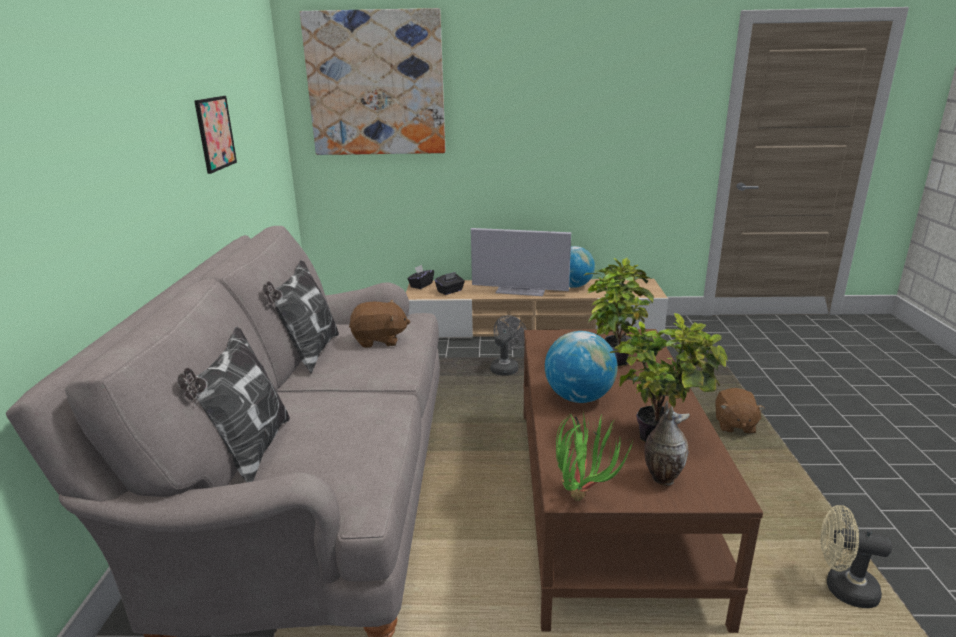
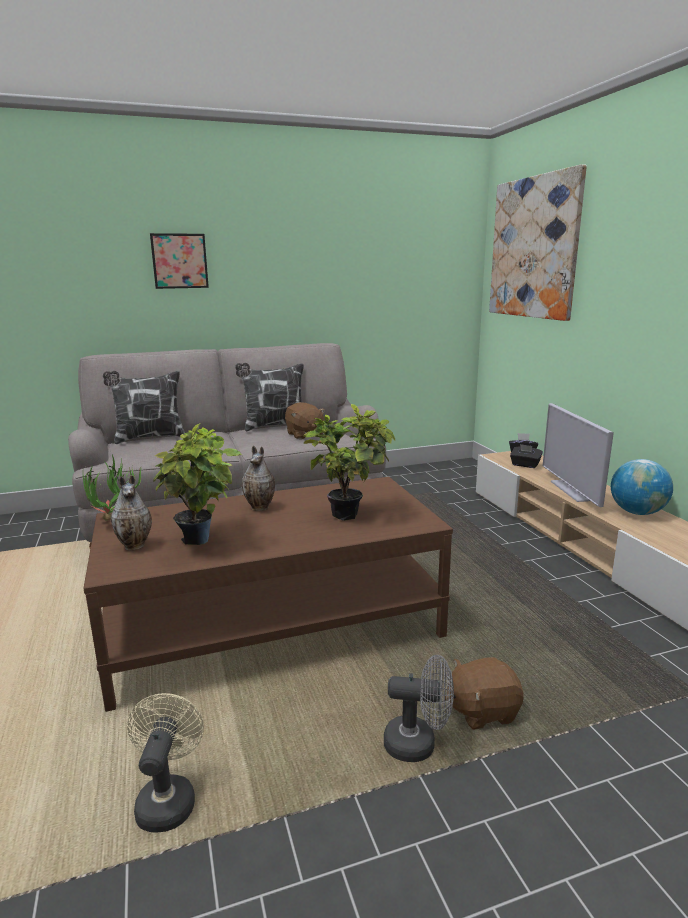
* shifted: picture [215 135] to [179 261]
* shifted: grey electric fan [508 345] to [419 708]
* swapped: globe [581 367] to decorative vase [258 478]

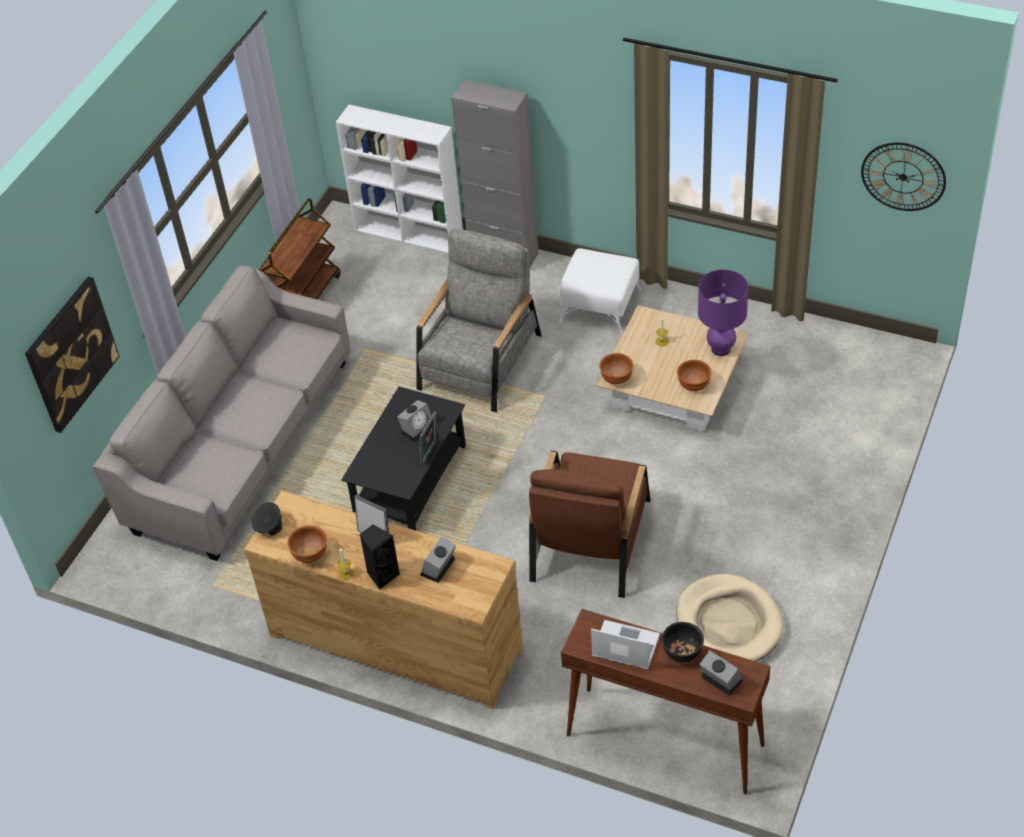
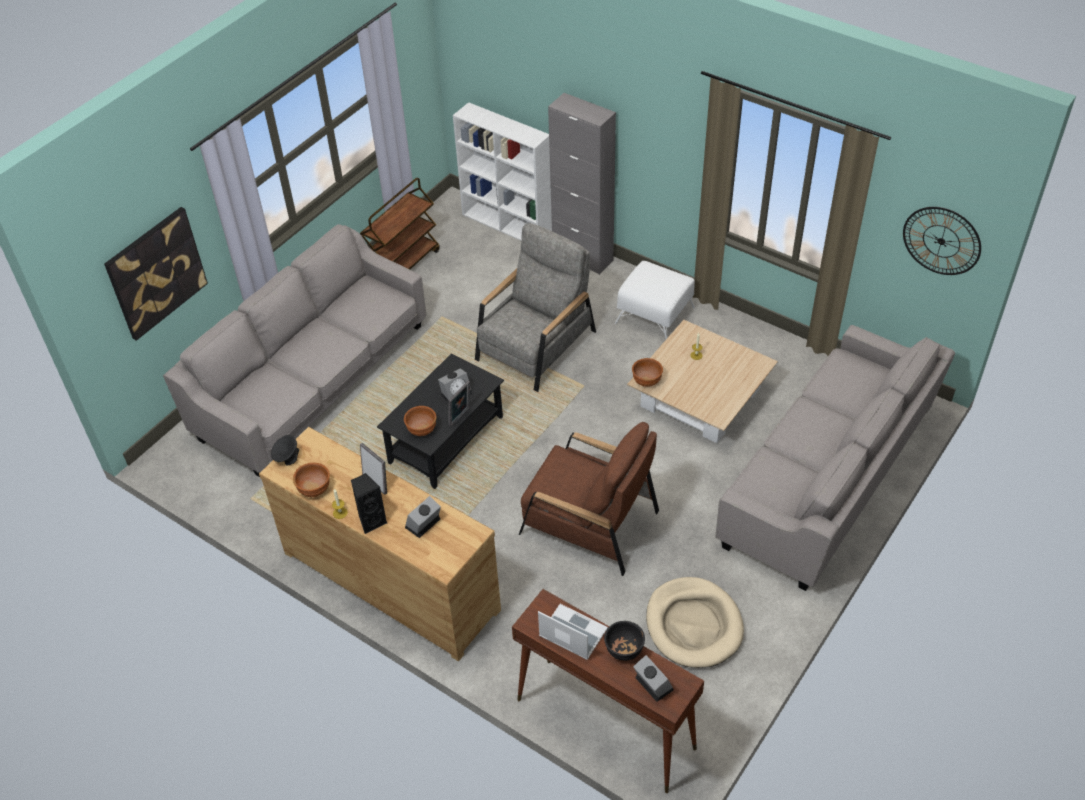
* rotated: brown lounge chair [589 524] = [589 499] 90 degrees counterclockwise
* shifted: brown deep dish [694 375] to [420 421]
* gone: purple tabletop lamp [723 312]
* new: grey settee [835 458]

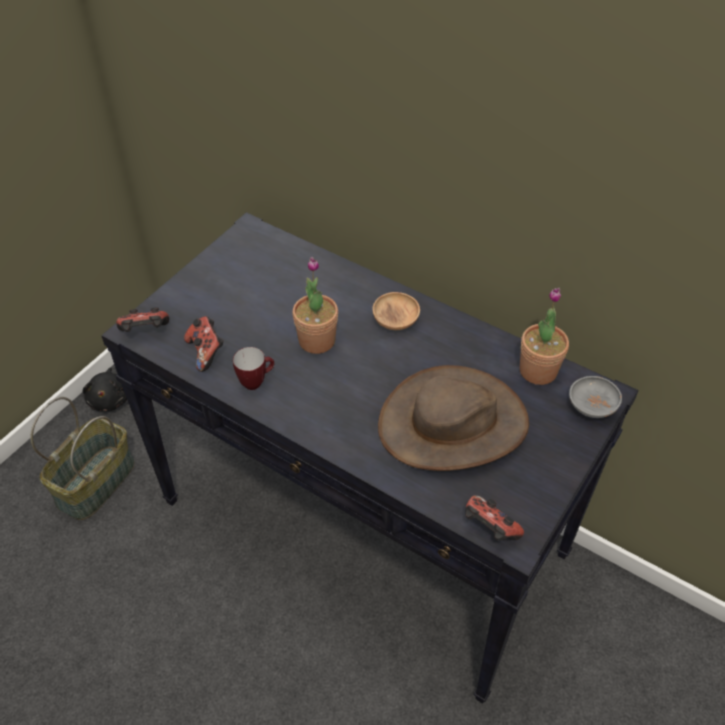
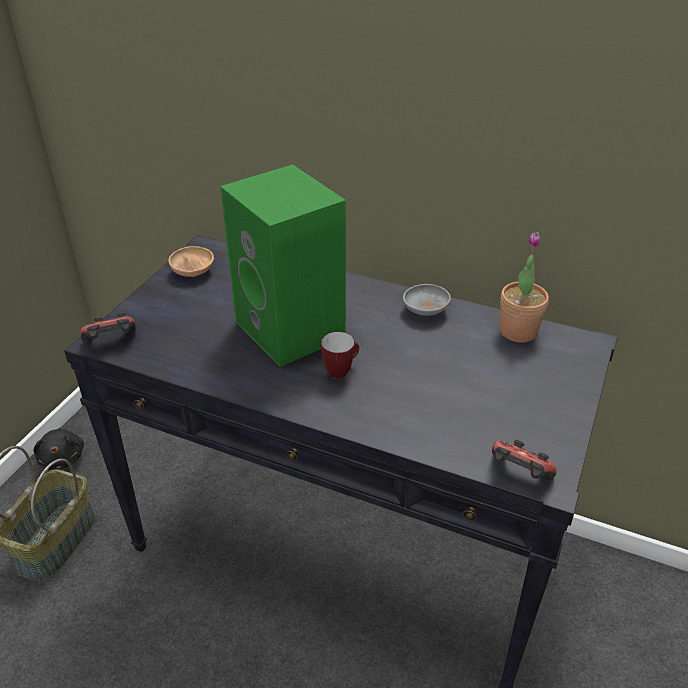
* gone: joypad [204 344]
* shifted: coffee mug [253 368] to [340 355]
* swapped: plant in a pot [315 305] to green speaker [283 265]
* shifted: brown deep dish [396 311] to [191 261]
* gone: brown wearable hat [453 418]
* shifted: grey deep dish [595 397] to [427 300]

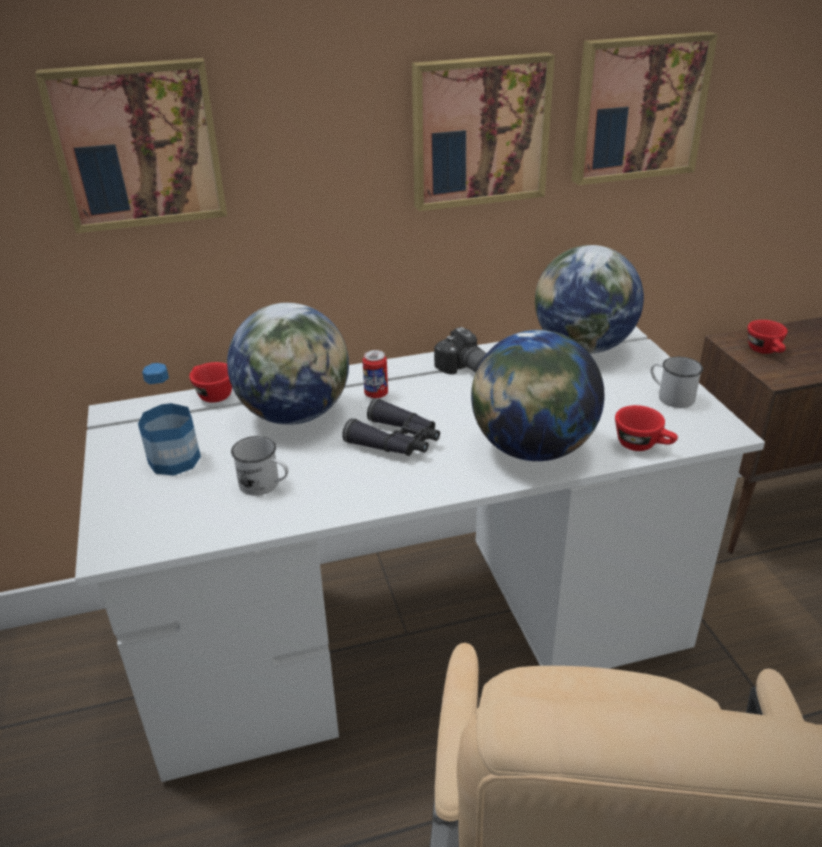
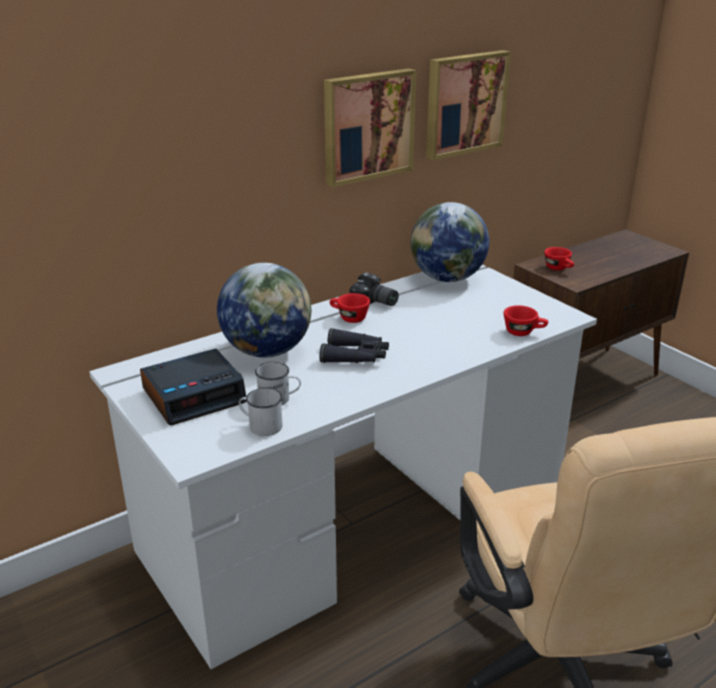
* gone: picture [131 145]
* swapped: bottle [169 419] to alarm clock [193 386]
* shifted: red drinking cup [210 382] to [350 308]
* gone: sealed can [375 374]
* gone: globe [538 395]
* shifted: white-coloured coffee mug [677 382] to [260 412]

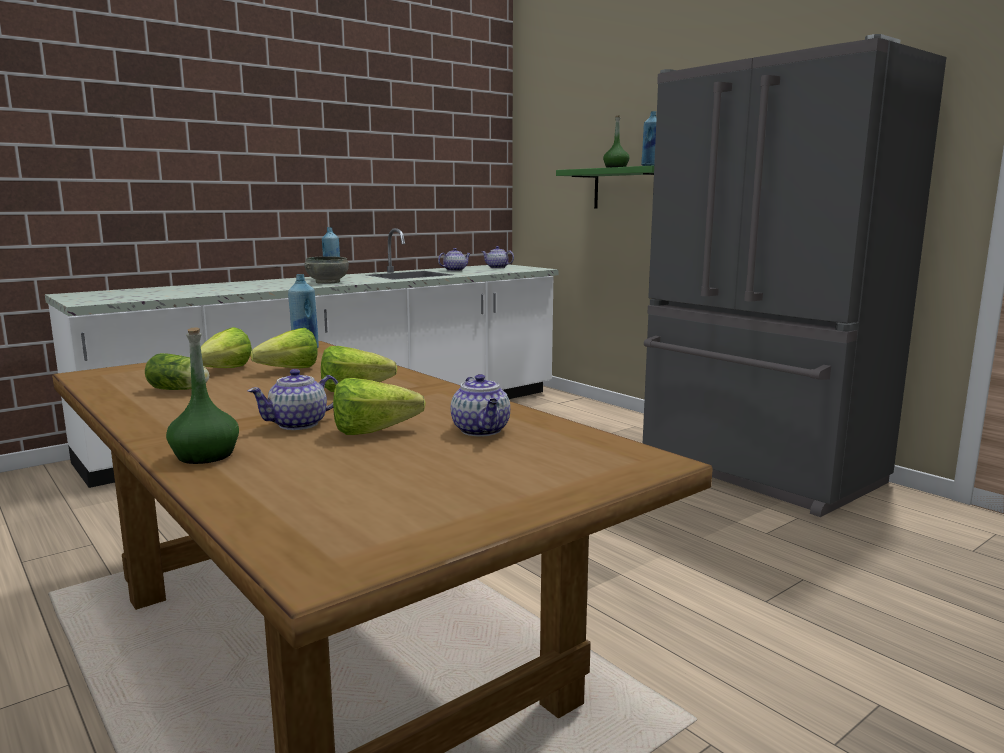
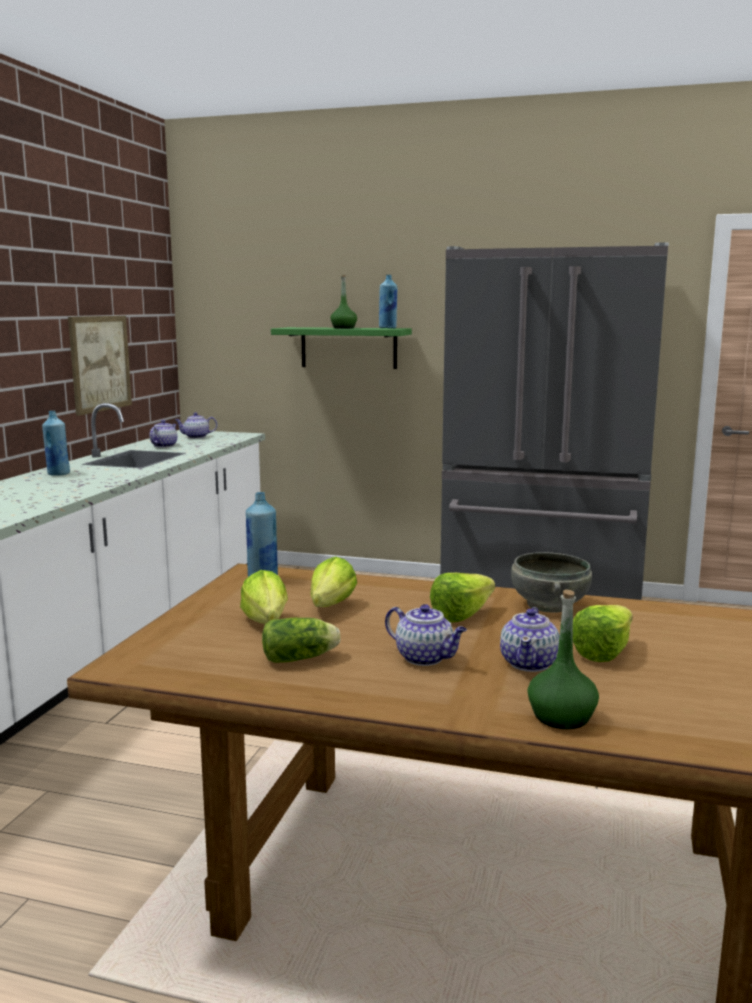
* shifted: grey deep dish [326 270] to [551 582]
* shifted: teapot [480 405] to [426 635]
* new: picture [100 366]

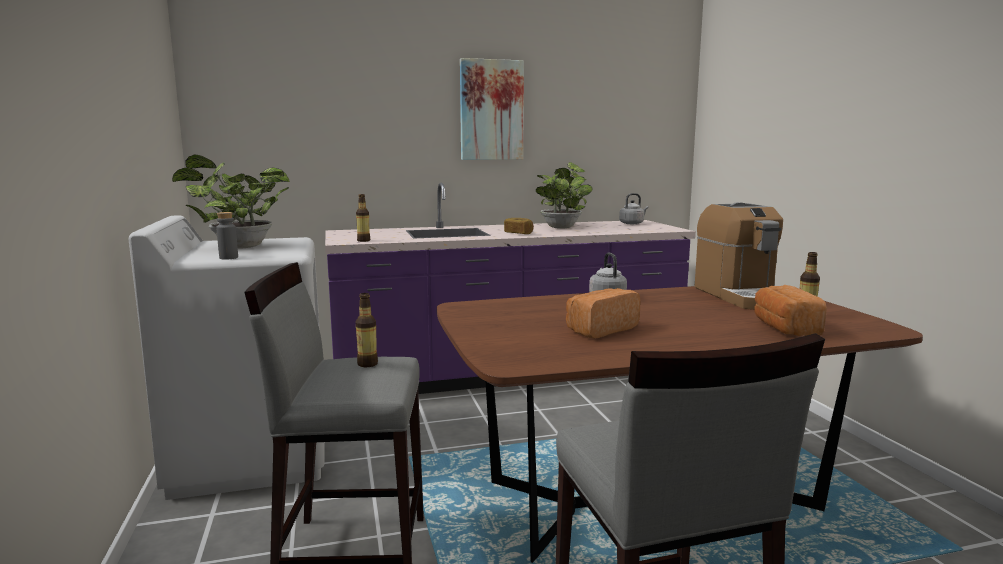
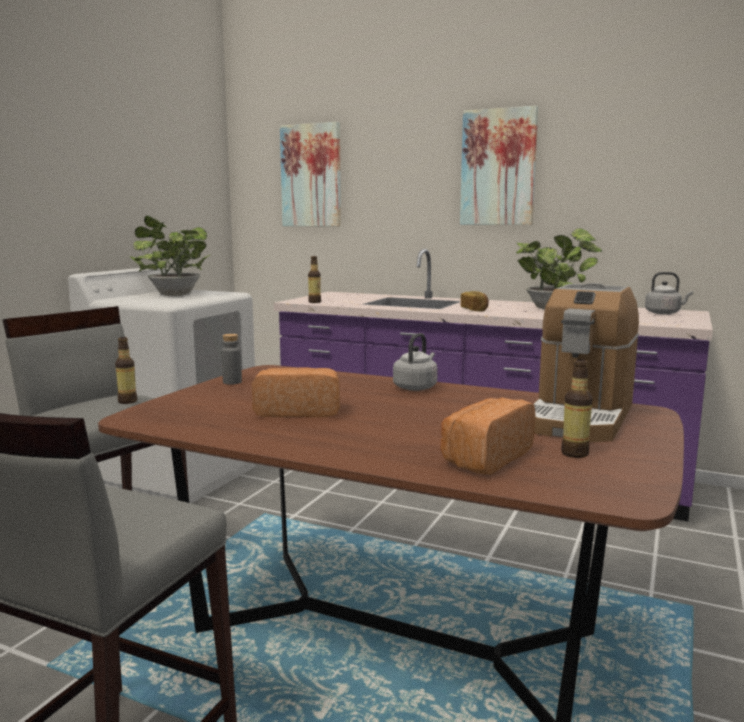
* shifted: grey bottle [227 236] to [231 359]
* new: picture [310 174]

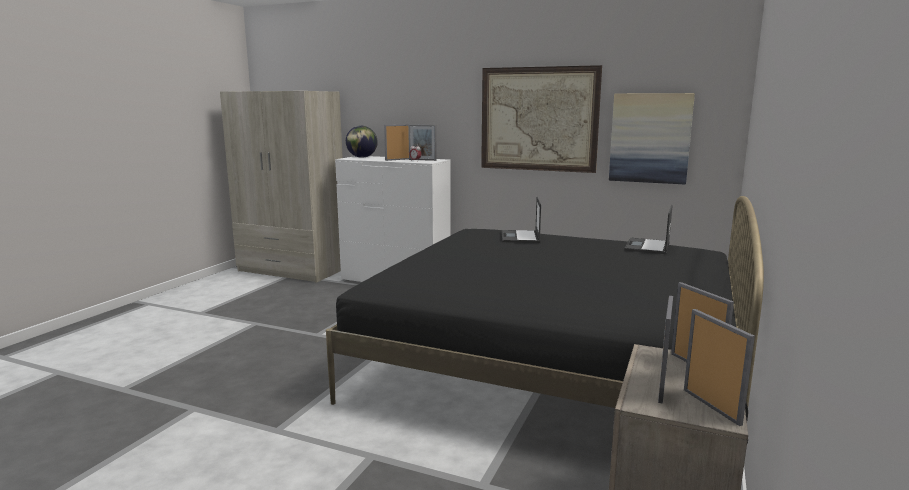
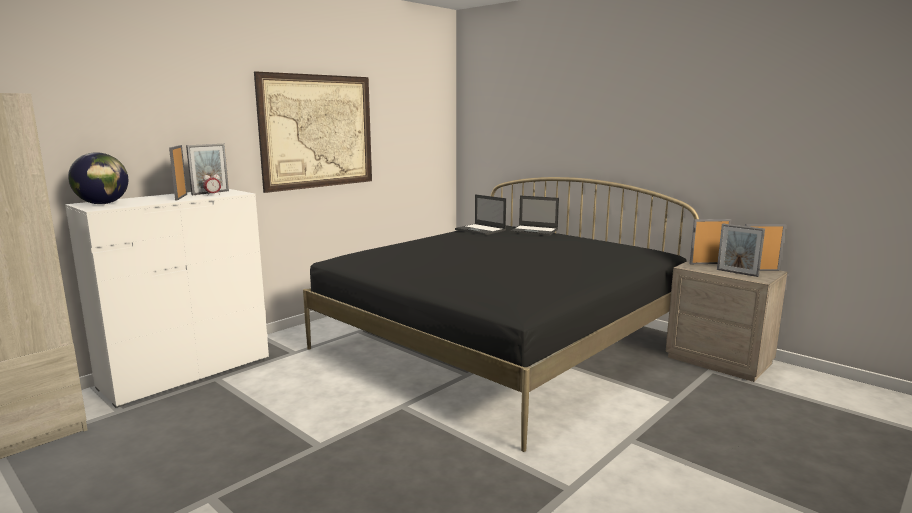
* shifted: notebook computer [521 220] to [534 216]
* gone: picture [652 138]

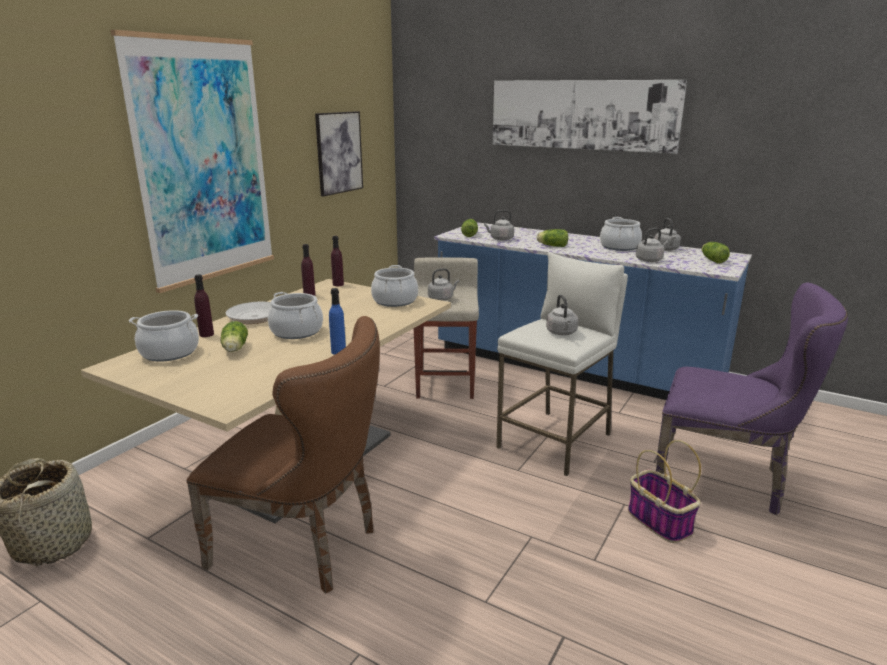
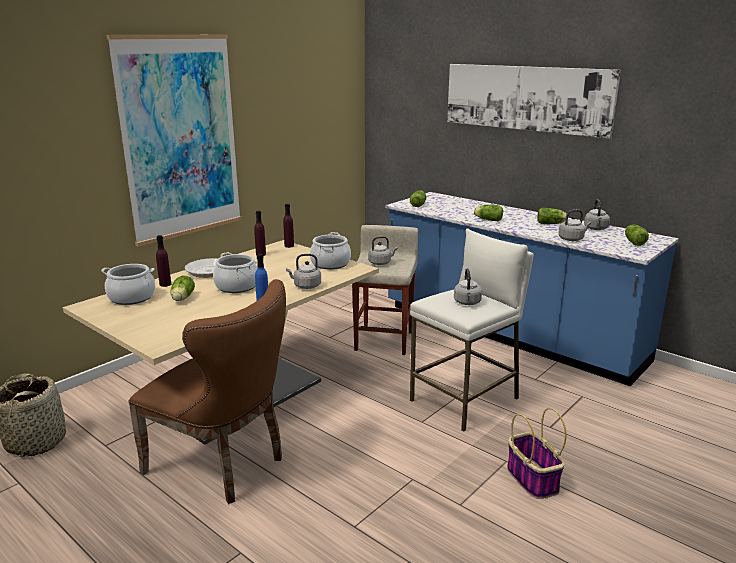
* gone: picture [339 154]
* shifted: grey water kettle [499 225] to [303 271]
* swapped: stockpot [621 234] to lettuce head [552 216]
* gone: purple upright chair [752 398]

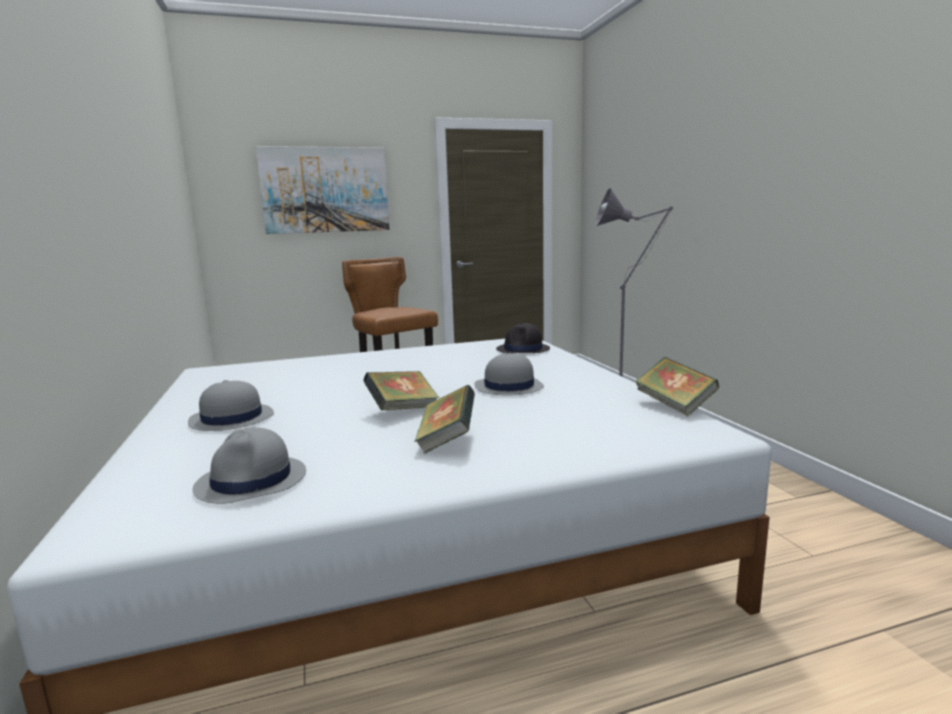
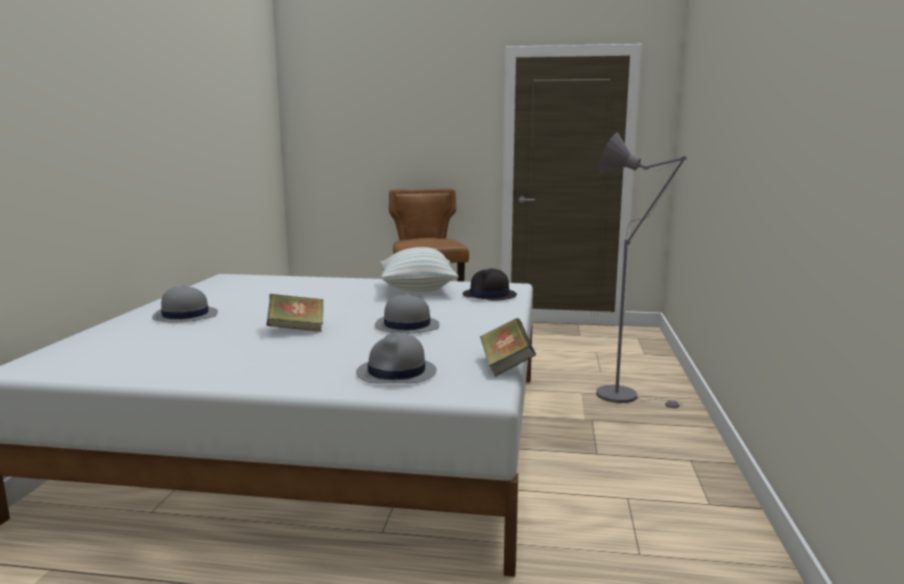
* shifted: grey wearable hat [249 465] to [396 357]
* gone: picture [323 190]
* gone: bound book [444 419]
* new: pillow [419 269]

